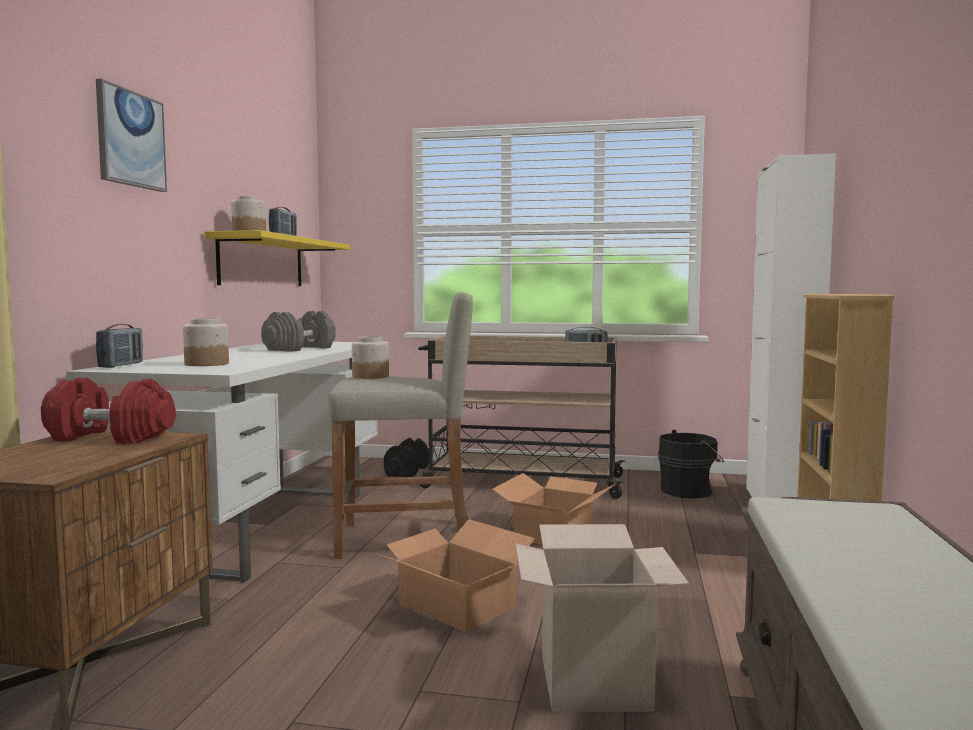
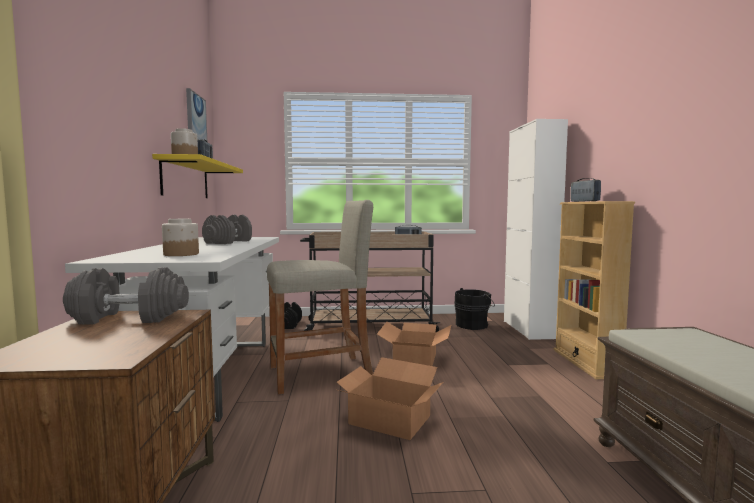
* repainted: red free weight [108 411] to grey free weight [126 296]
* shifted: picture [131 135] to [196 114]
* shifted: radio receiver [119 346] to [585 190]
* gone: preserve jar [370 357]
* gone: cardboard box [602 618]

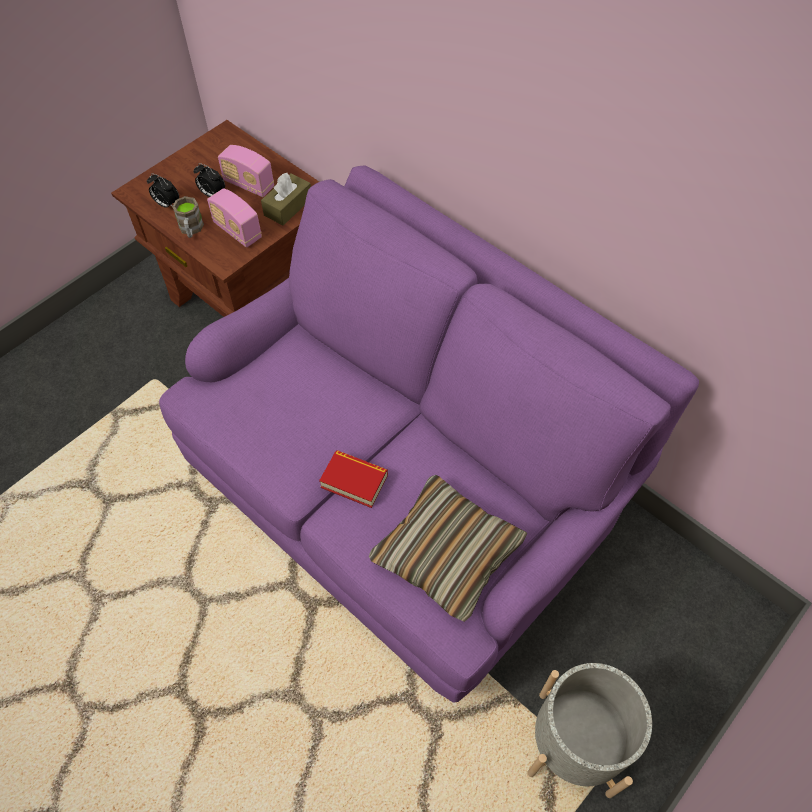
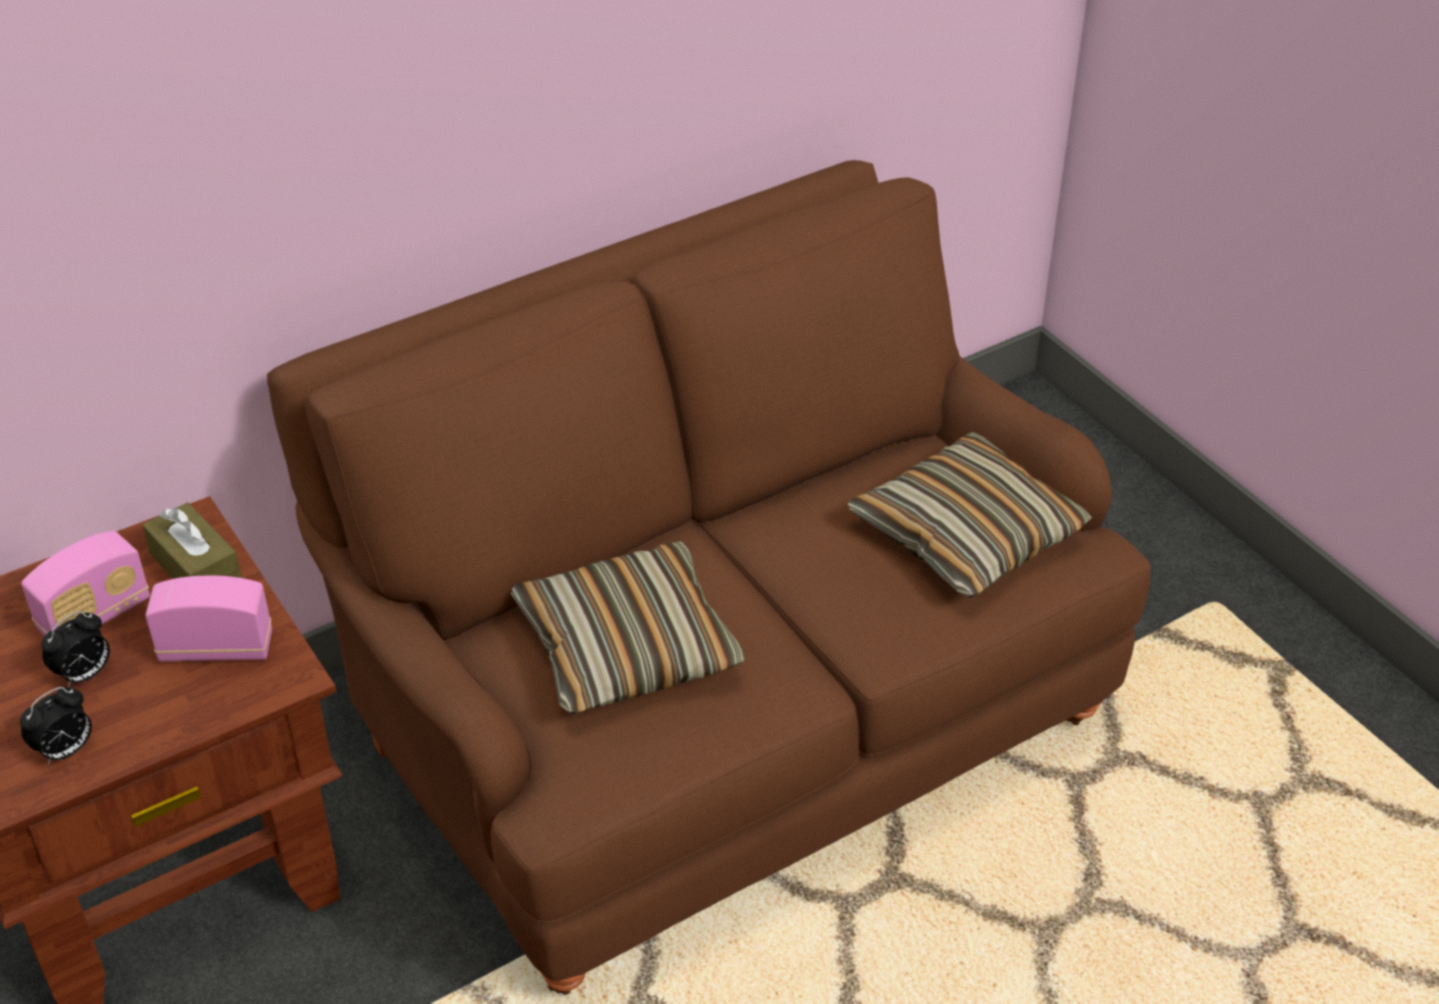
* repainted: purple settee [429 434] to brown settee [709 577]
* gone: brown coffee mug [188 217]
* rotated: radio receiver [234 218] = [208 618] 150 degrees counterclockwise
* gone: bound book [353 479]
* gone: grey flower pot [589 730]
* new: pillow [628 627]

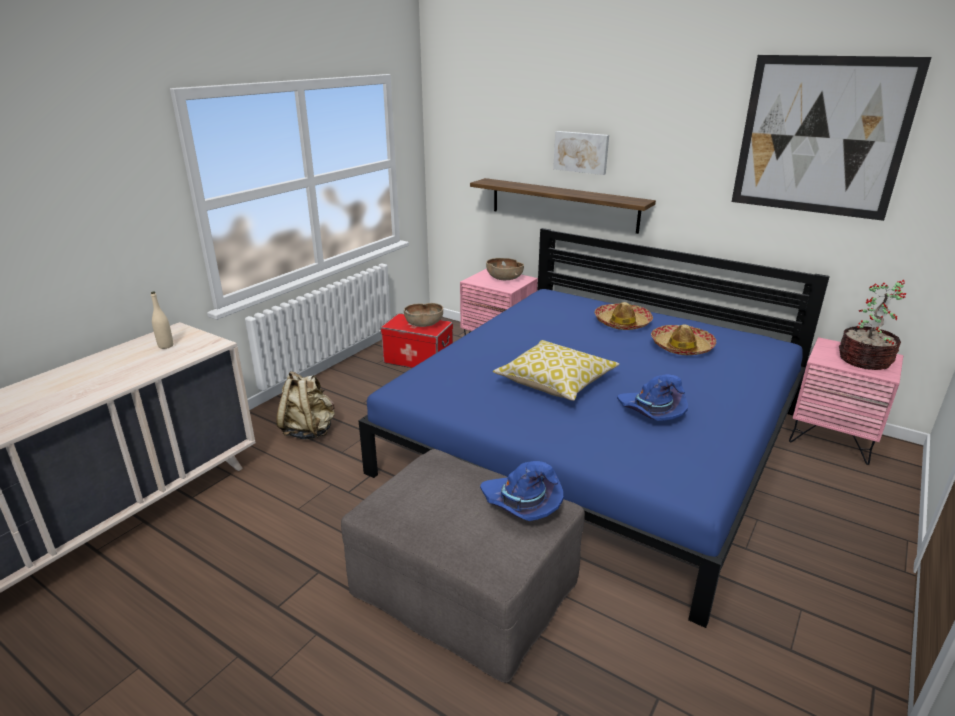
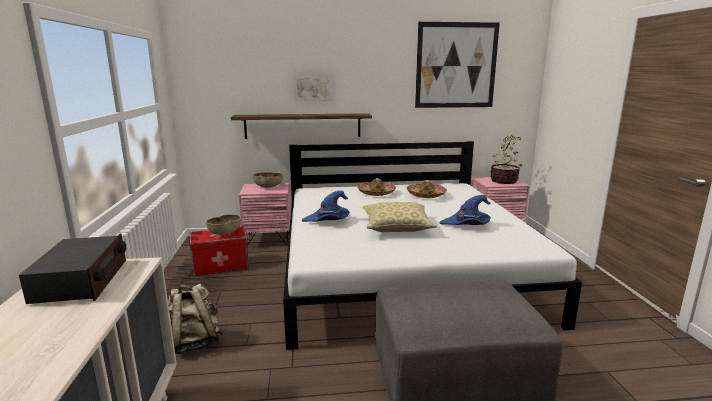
* swapped: beige-coloured bottle [162 320] to radio receiver [72 268]
* repainted: bluish bed [594 428] to white-coloured bed [432 245]
* shifted: bluish wearable hat [521 491] to [325 206]

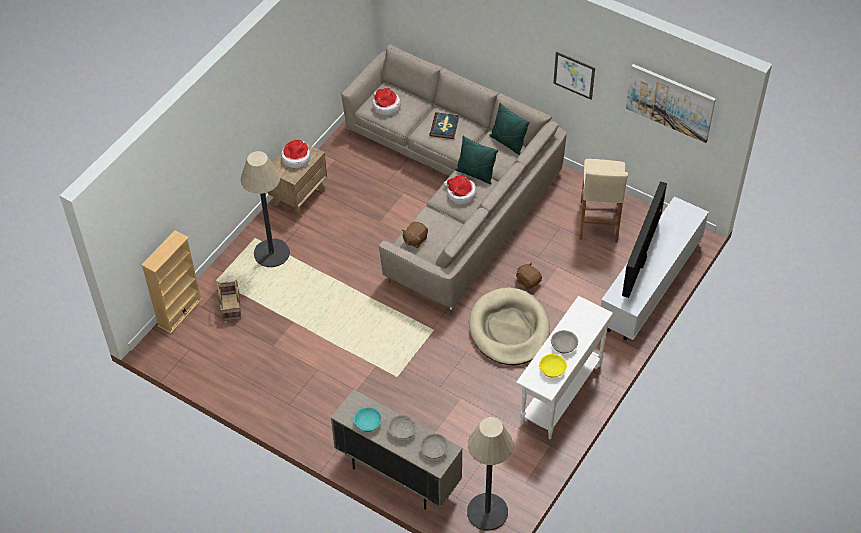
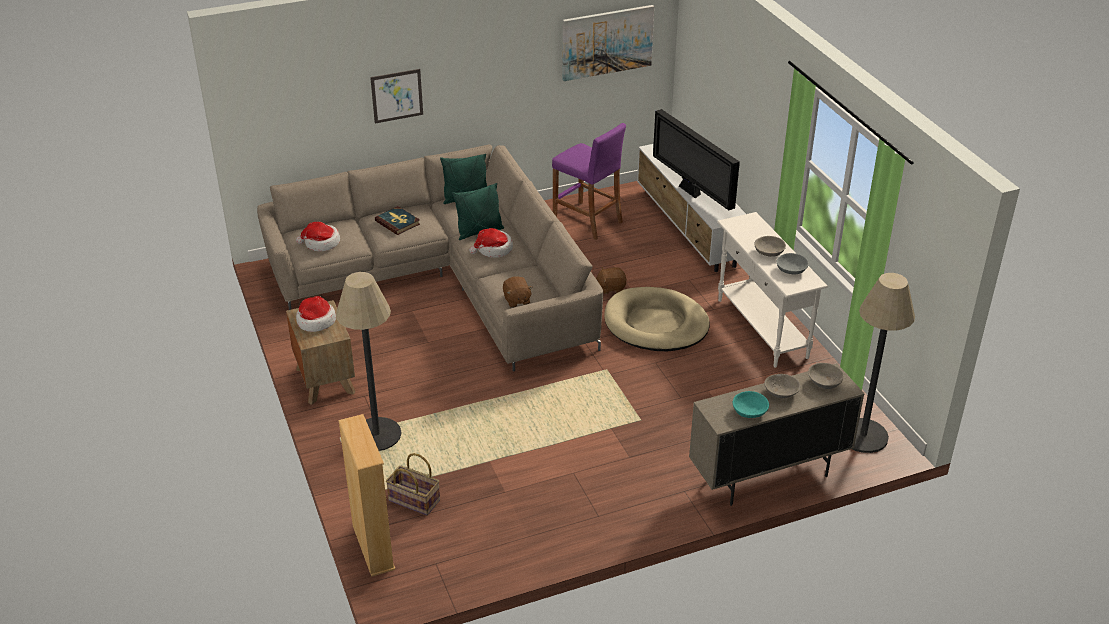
* repainted: yellow deep dish [553 366] to grey deep dish [793 264]
* shifted: picture [574 75] to [396 96]
* repainted: beige-coloured stool [603 201] to purple stool [589 181]

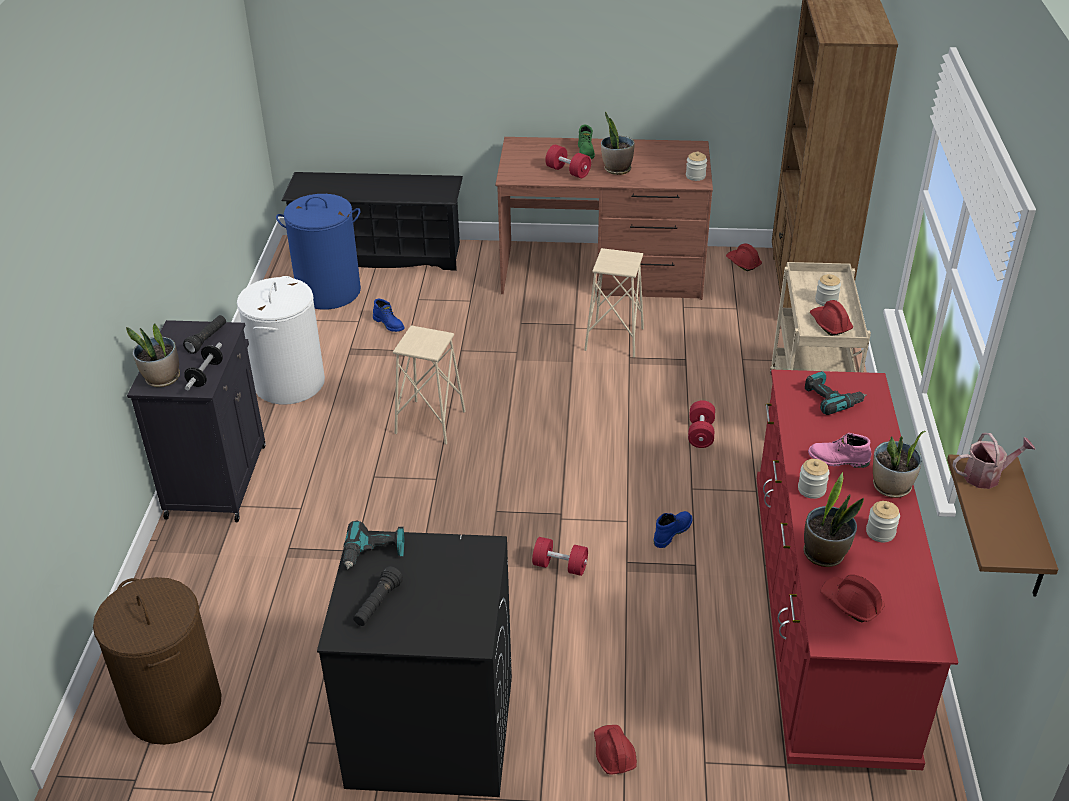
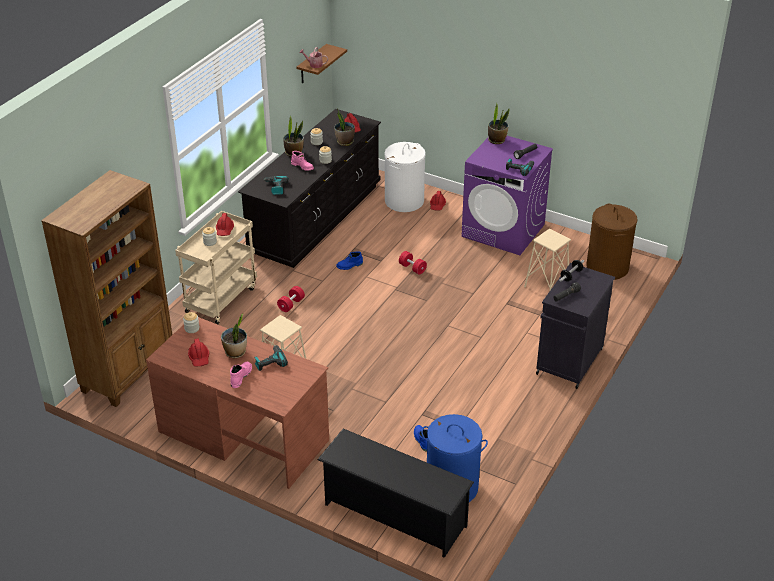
* shifted: plant in a pot [153 355] to [498 123]
* shifted: white-coloured hamper [281 340] to [405 177]
* repainted: black-coloured washing machine [414 664] to purple washing machine [507 195]
* shifted: beige-coloured stool [429 384] to [547 260]
* swapped: red free weight [568 161] to electric drill [271 358]
* repainted: green high-top boot [586 142] to pinkish high-top boot [241 375]
* shifted: red work helmet [744 257] to [198 352]
* repainted: red chest of drawers [857 570] to black-coloured chest of drawers [309 188]

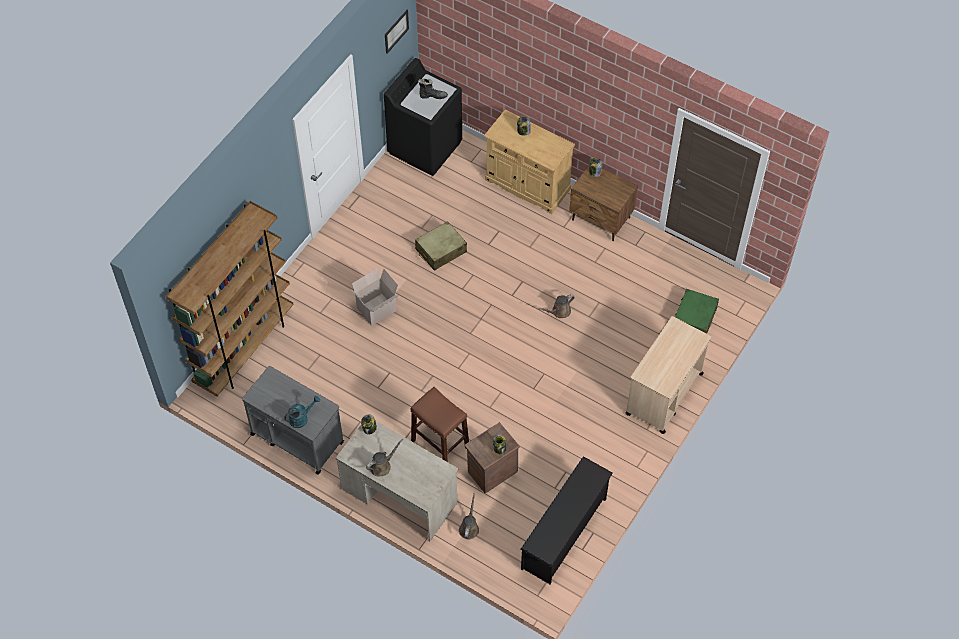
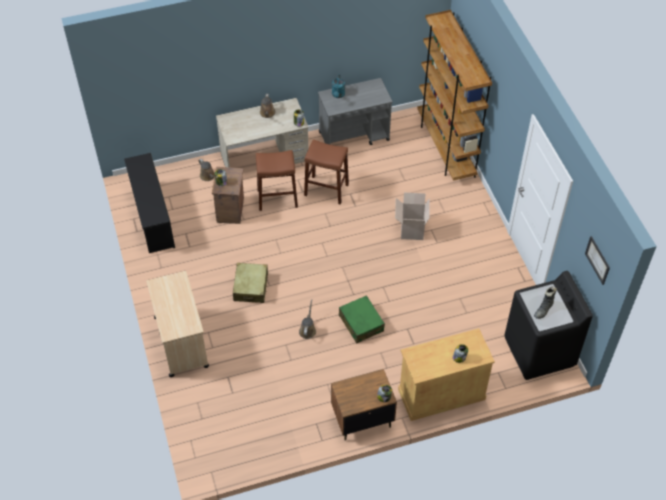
* shifted: beige-coloured suitcase [441 246] to [250 283]
* shifted: green suitcase [697 311] to [362 319]
* new: brown stool [326 172]

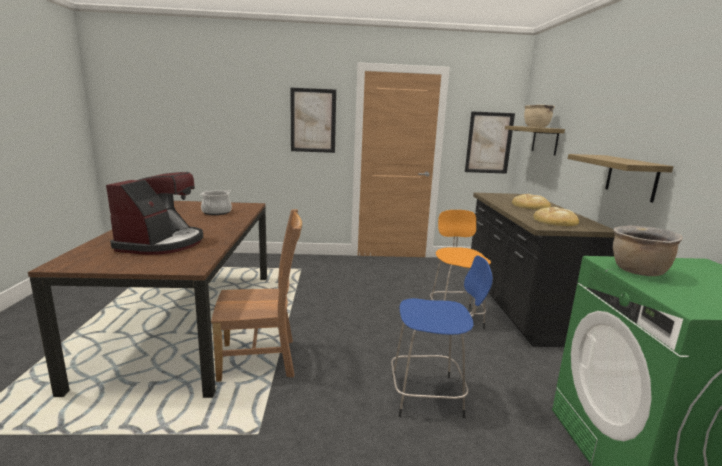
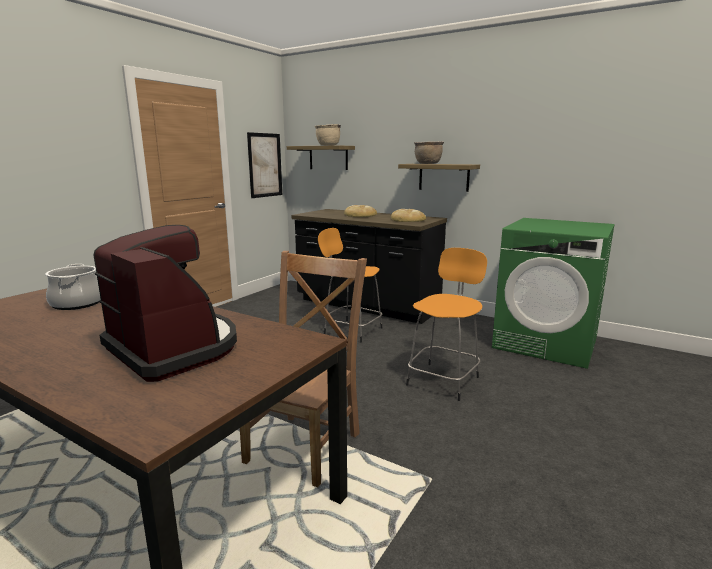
* gone: picture [313 120]
* repainted: bluish stool [442 336] to orange stool [446 324]
* shifted: brown stockpot [648 251] to [429 152]

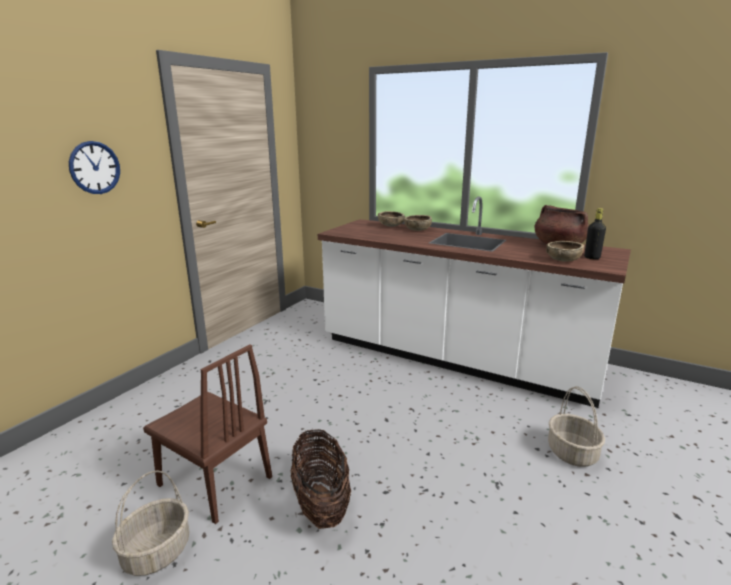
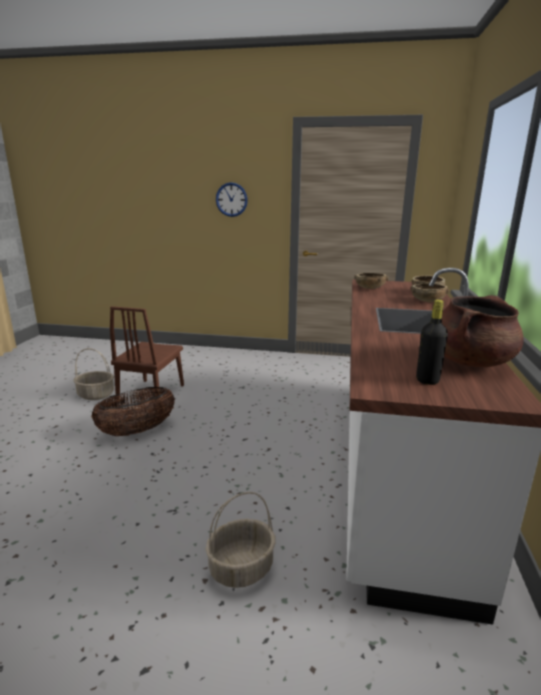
* shifted: brown deep dish [565 251] to [371 281]

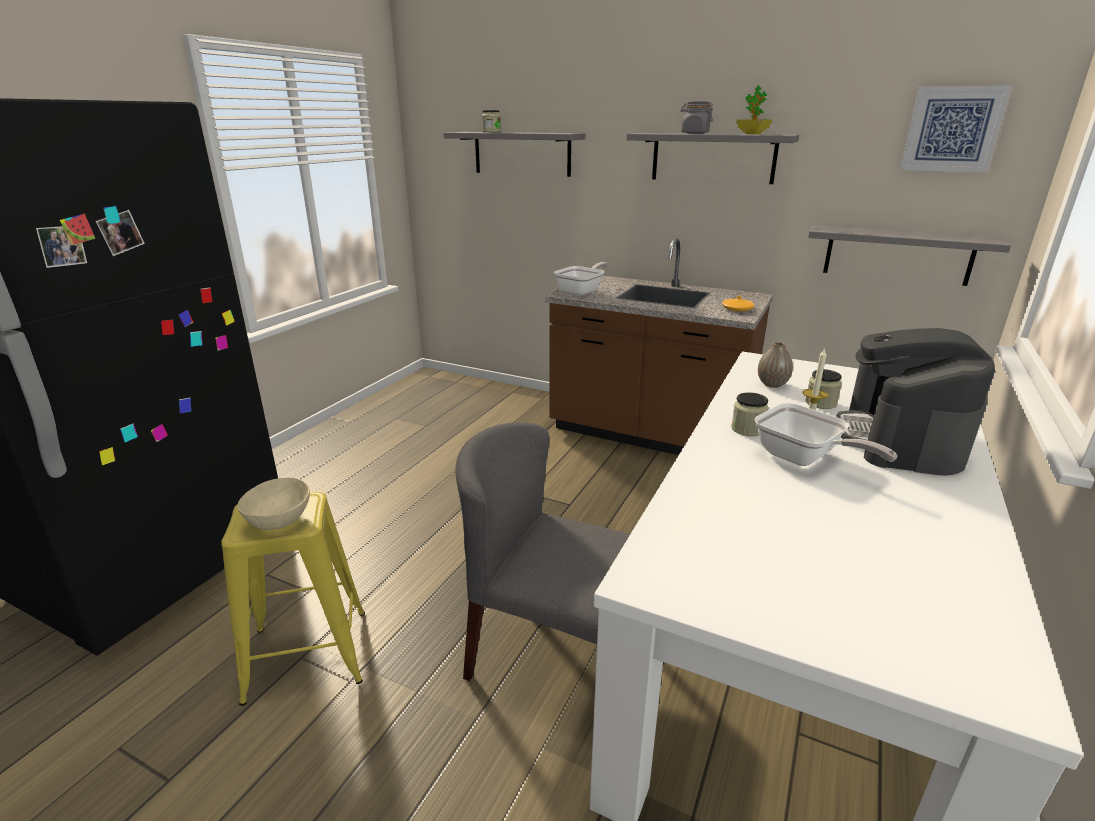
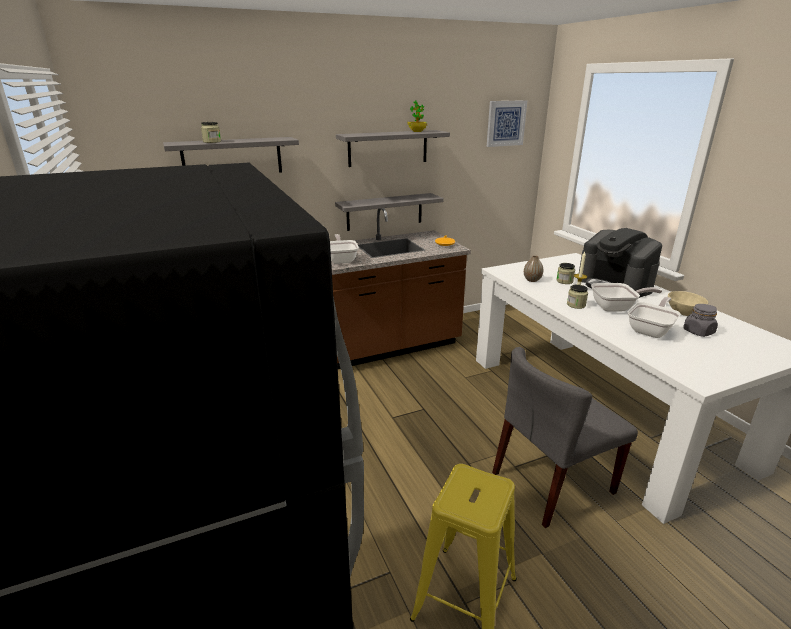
* shifted: beige-coloured deep dish [273 503] to [688 303]
* shifted: grey preserve jar [697 117] to [700 320]
* shifted: grey wall shelf [909 255] to [389 212]
* new: pan [654 317]

